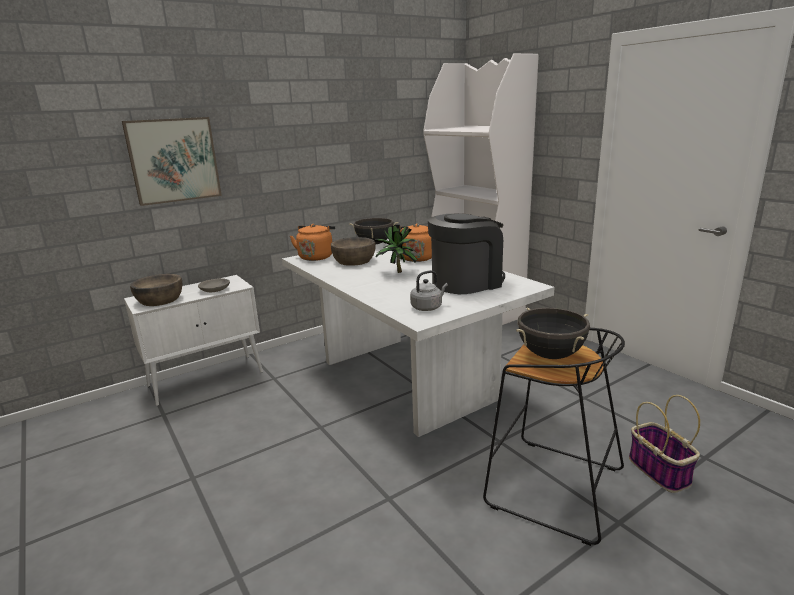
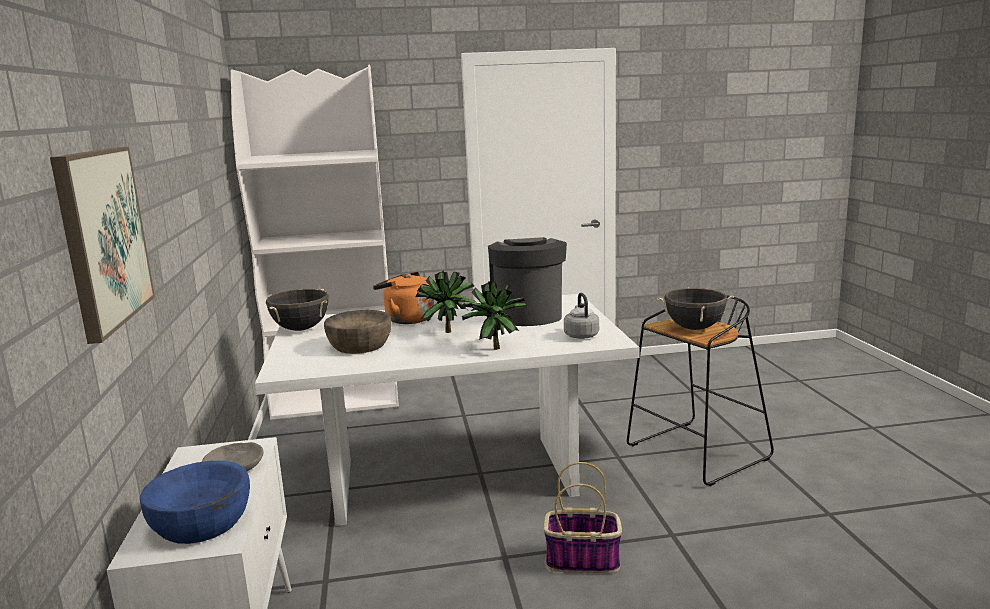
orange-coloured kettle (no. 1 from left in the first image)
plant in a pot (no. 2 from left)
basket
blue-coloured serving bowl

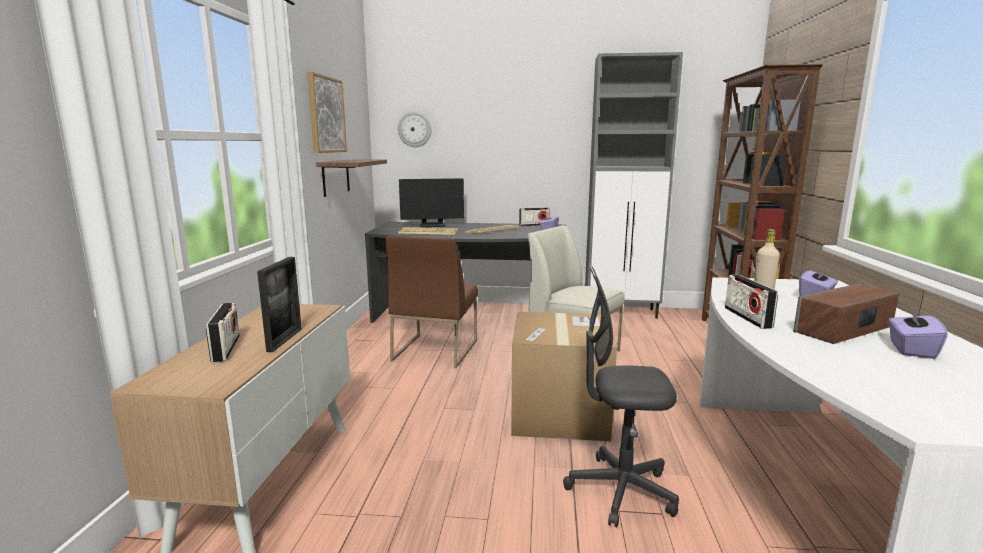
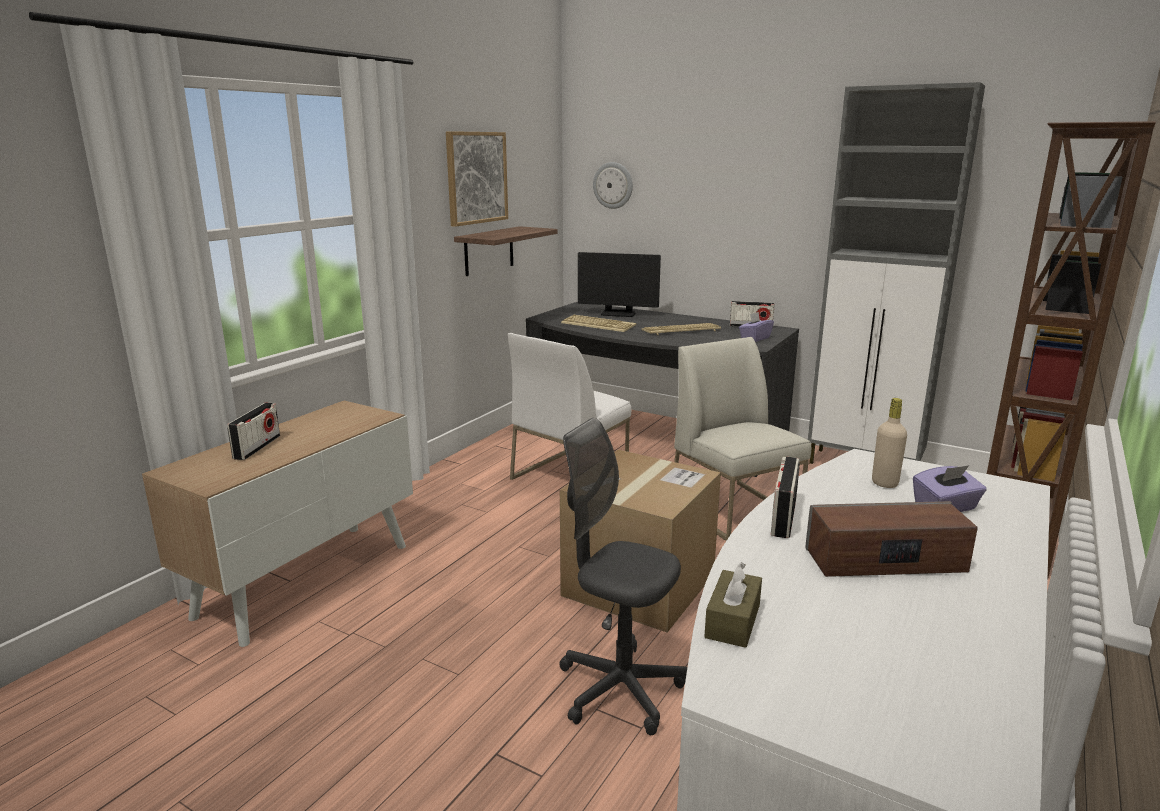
standing frame
purplish tissue box (no. 3 from left in the first image)
brown-coloured tissue box
white-coloured plain chair (no. 1 from left)

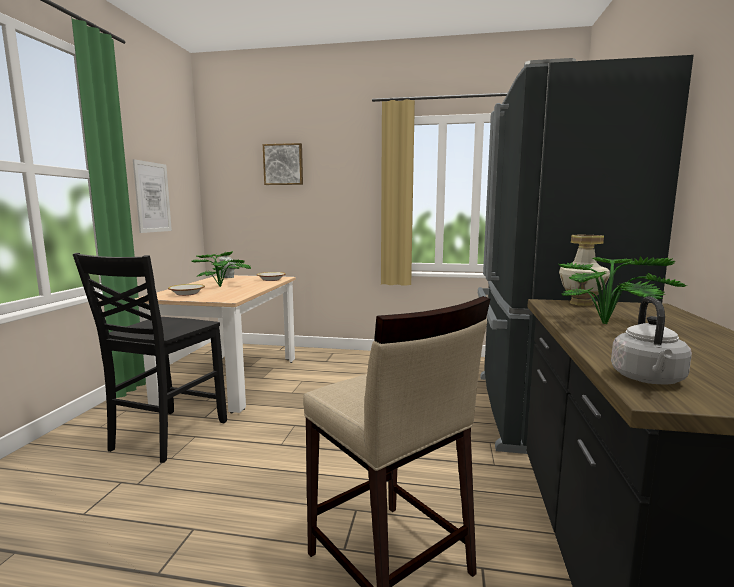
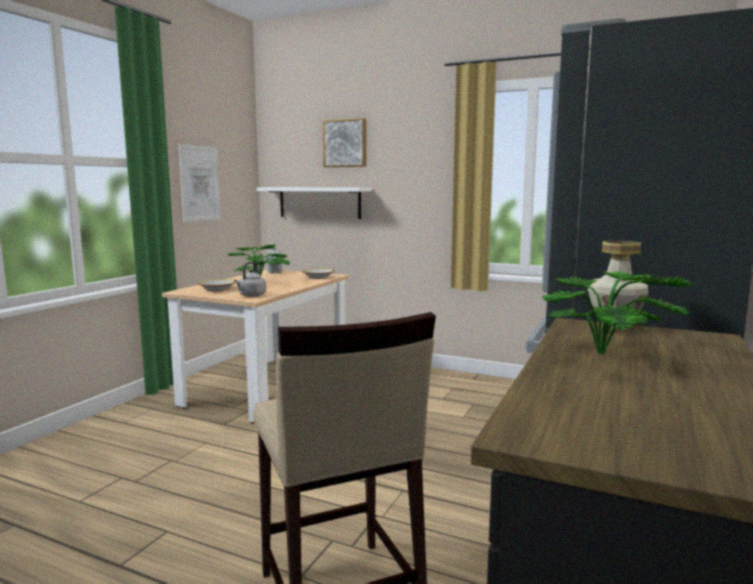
blackish plain chair
white-coloured wall shelf
gray kettle

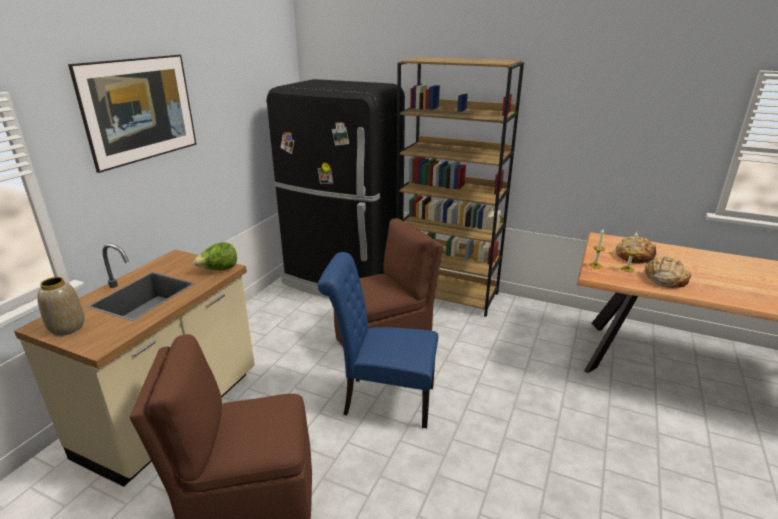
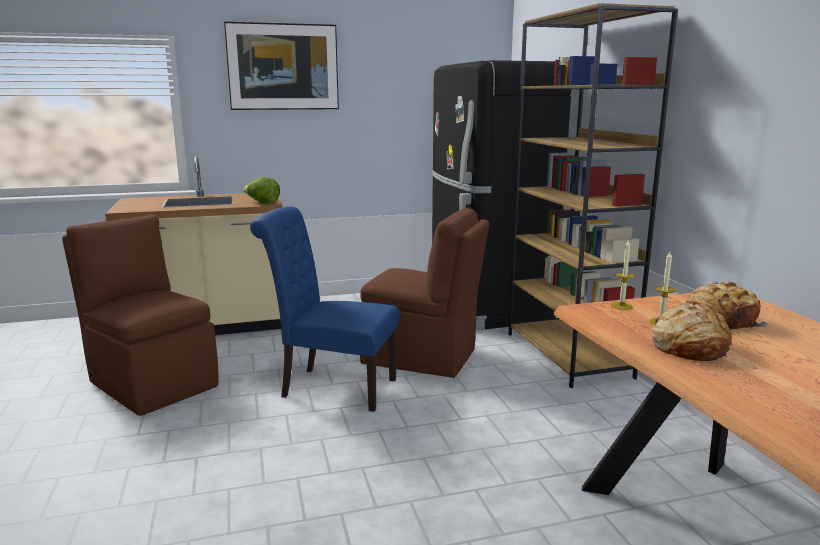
decorative vase
blue-coloured plain chair

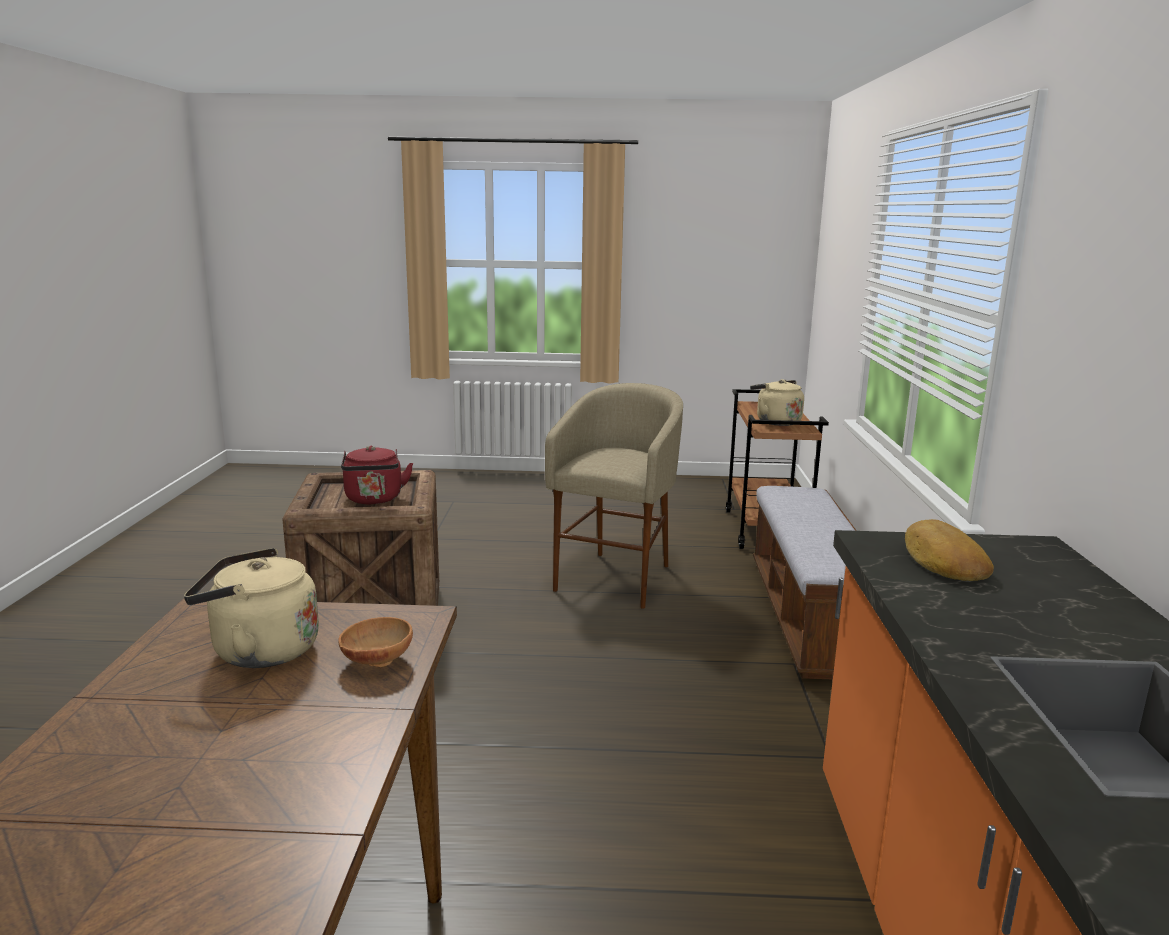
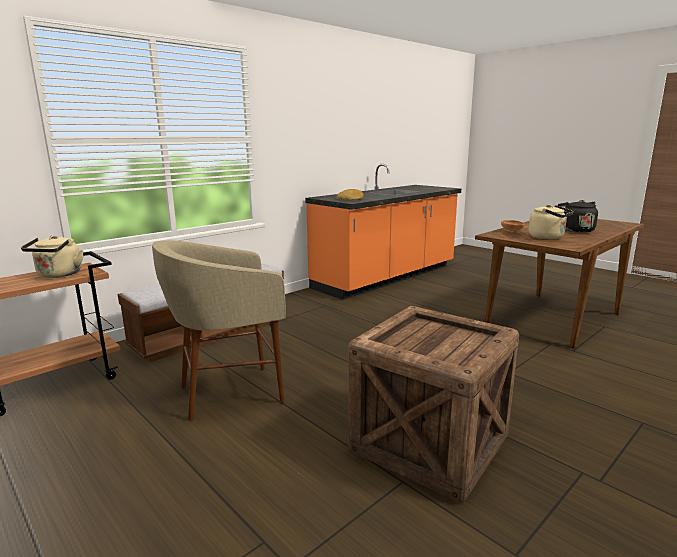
red-coloured kettle
blackish kettle

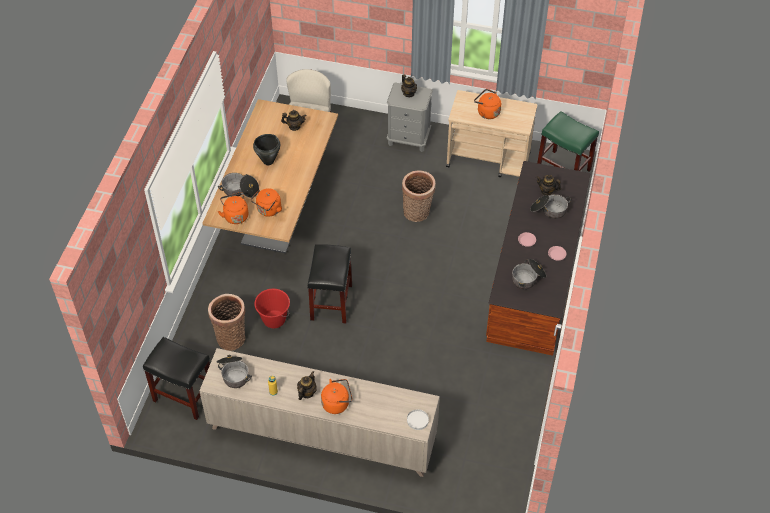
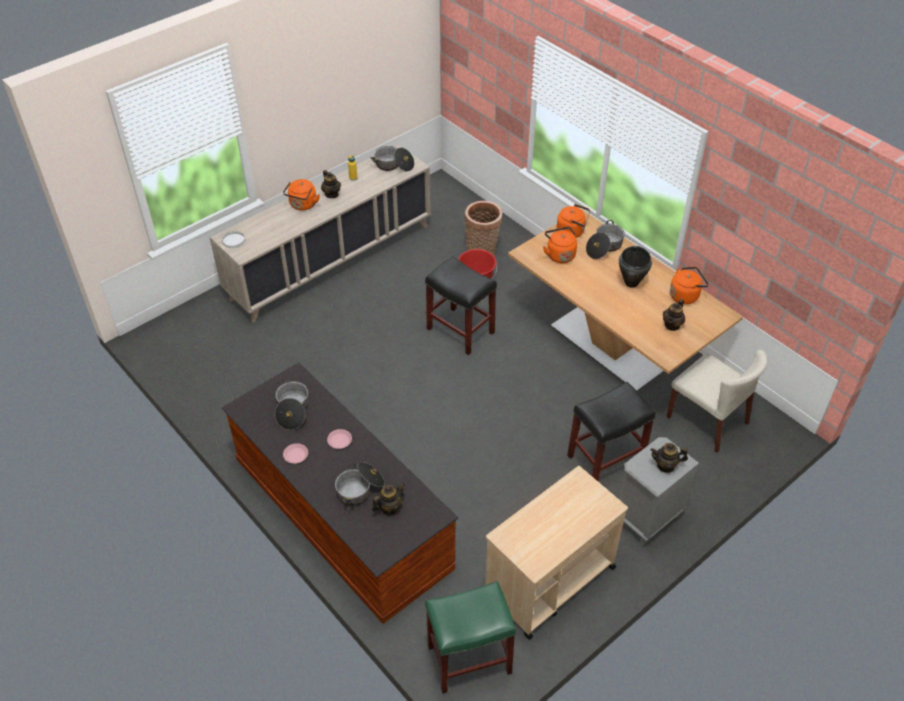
basket (no. 2 from left in the first image)
blackish stool seat (no. 2 from left)
orange-coloured kettle (no. 4 from left)

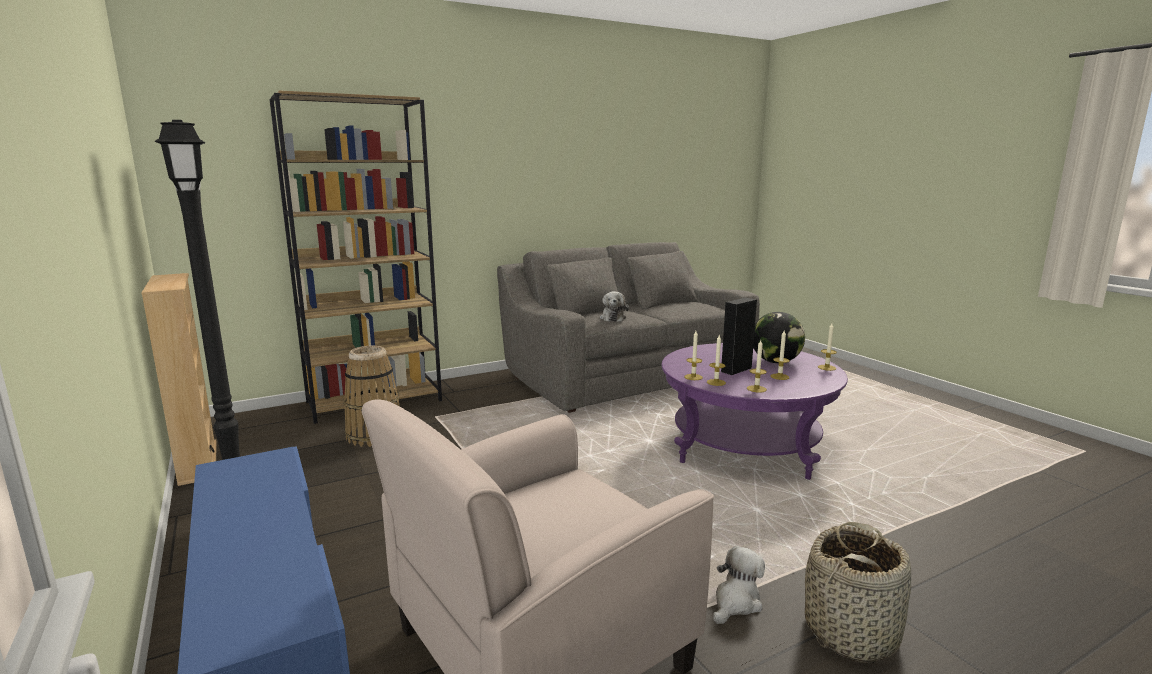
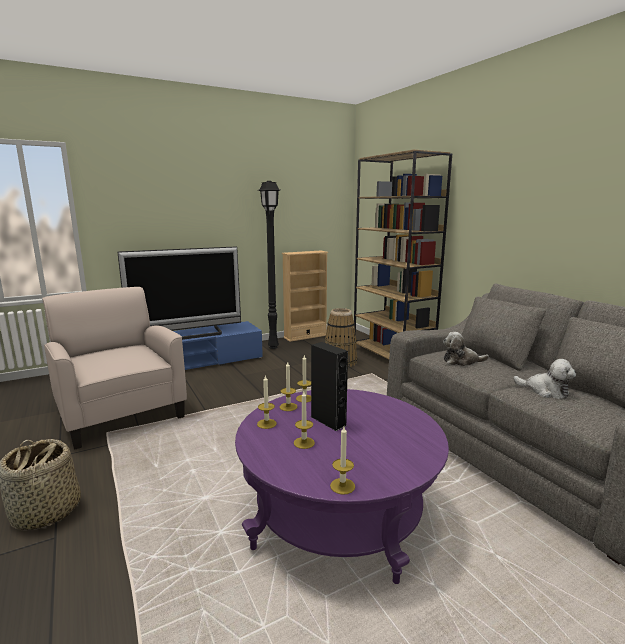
globe
television
plush toy (no. 2 from left)

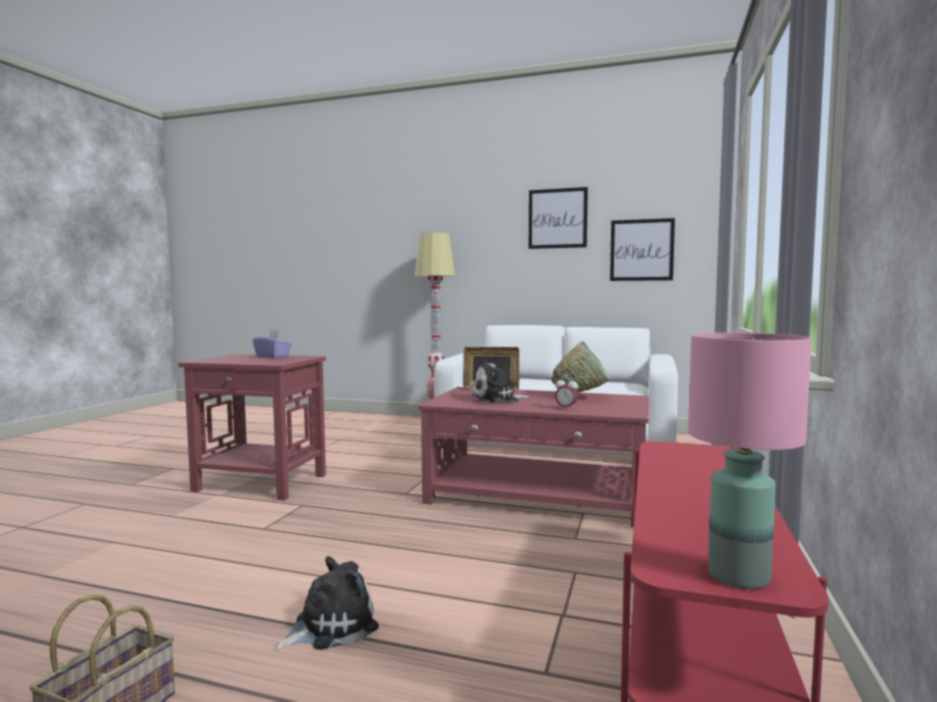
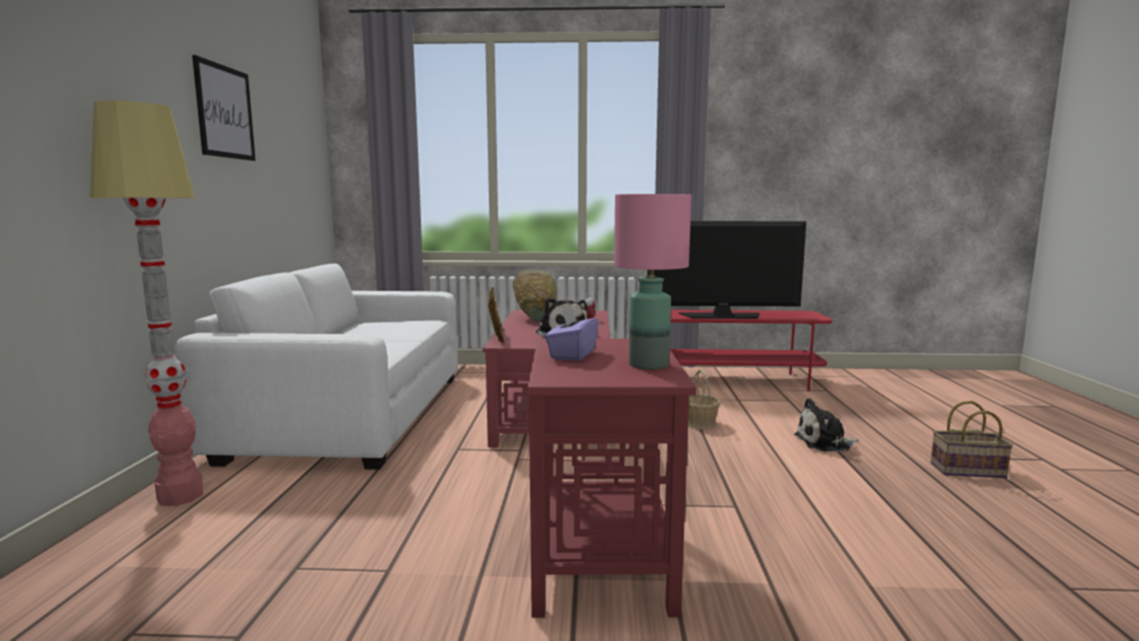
wall picture (no. 2 from left in the first image)
television
basket (no. 1 from left)
pinkish tabletop lamp
plush toy (no. 2 from left)

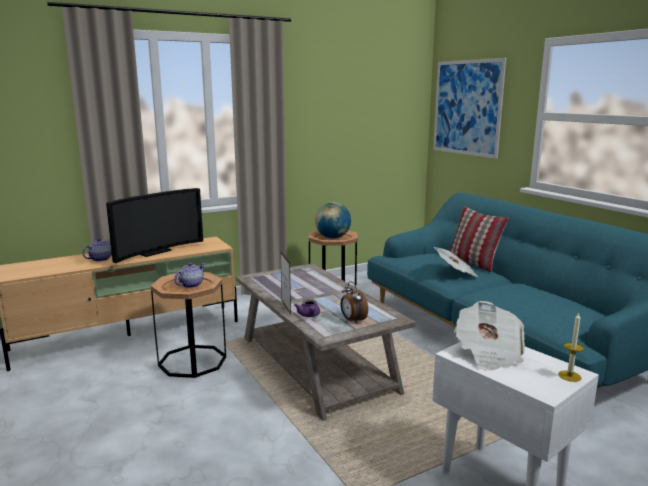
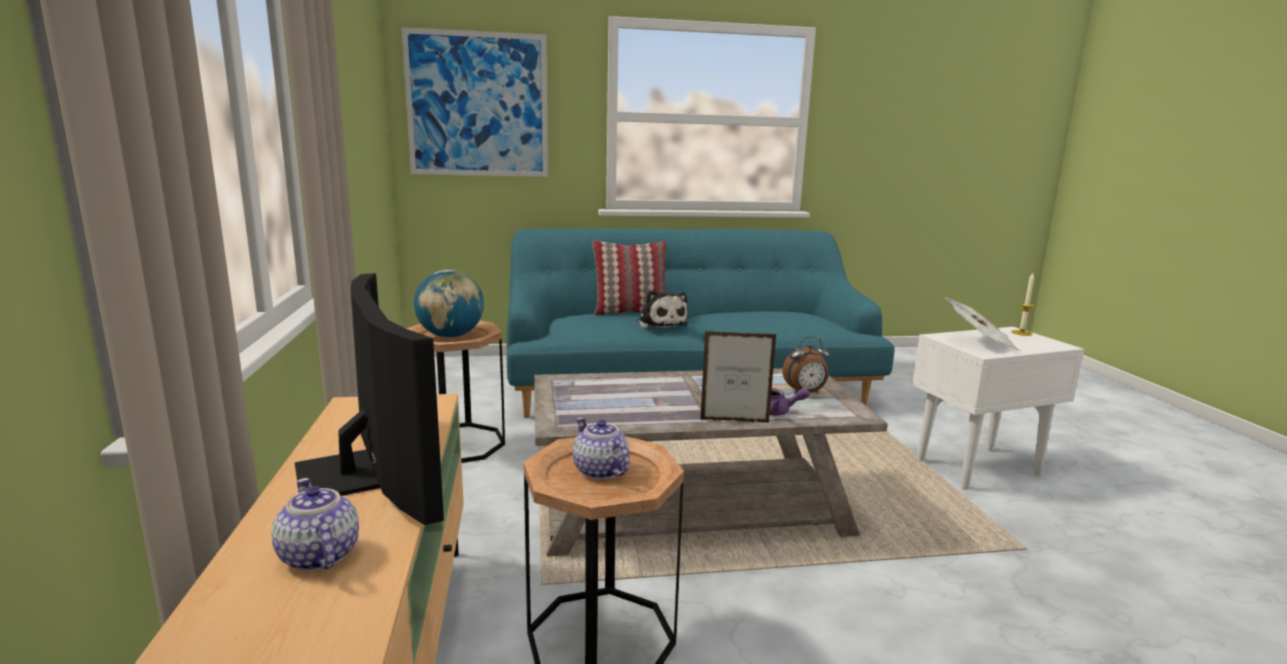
plush toy

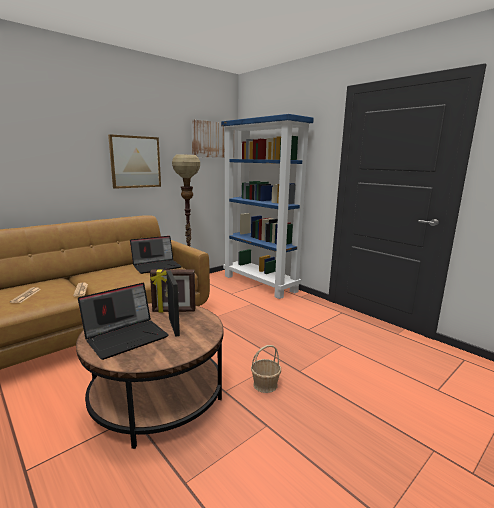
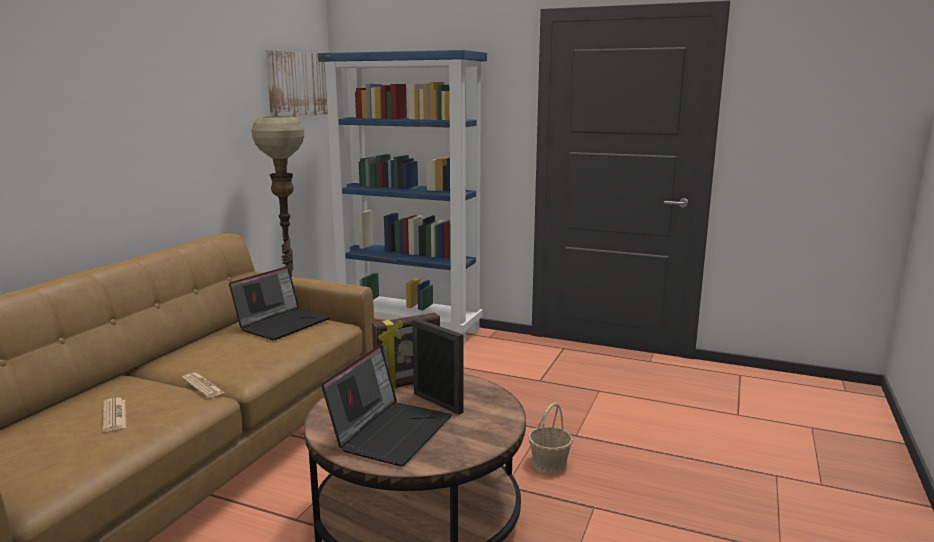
wall picture (no. 1 from left in the first image)

